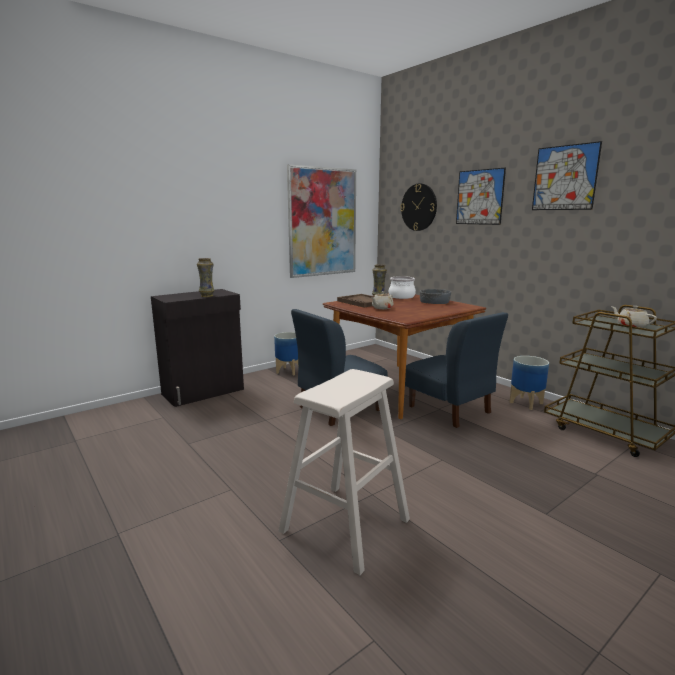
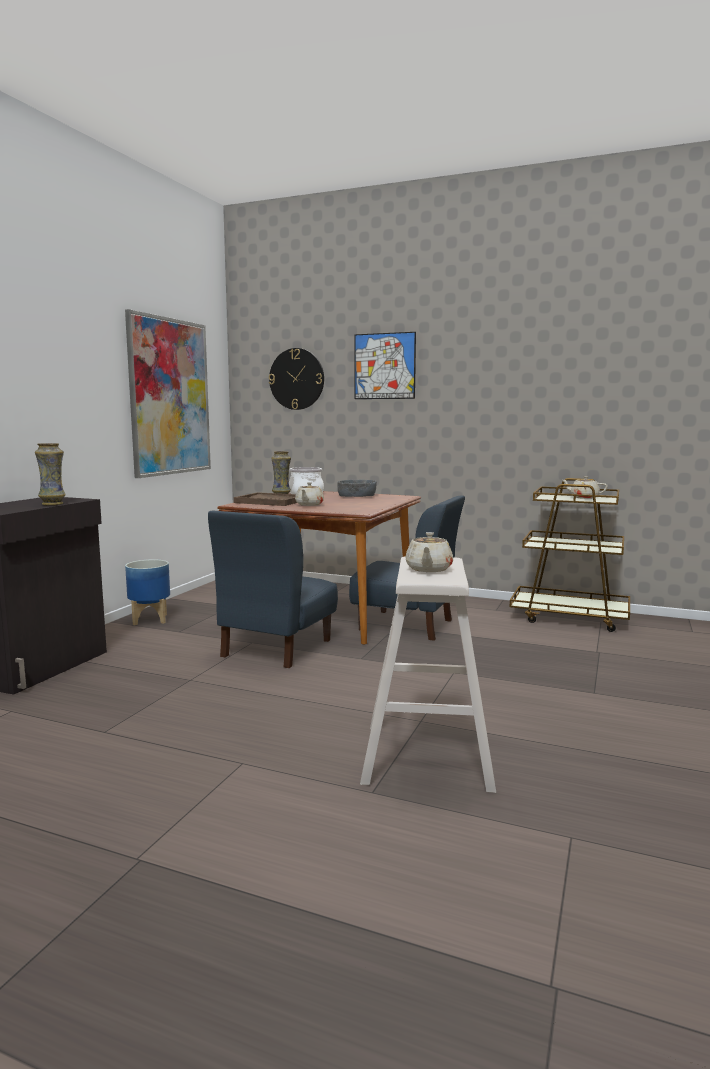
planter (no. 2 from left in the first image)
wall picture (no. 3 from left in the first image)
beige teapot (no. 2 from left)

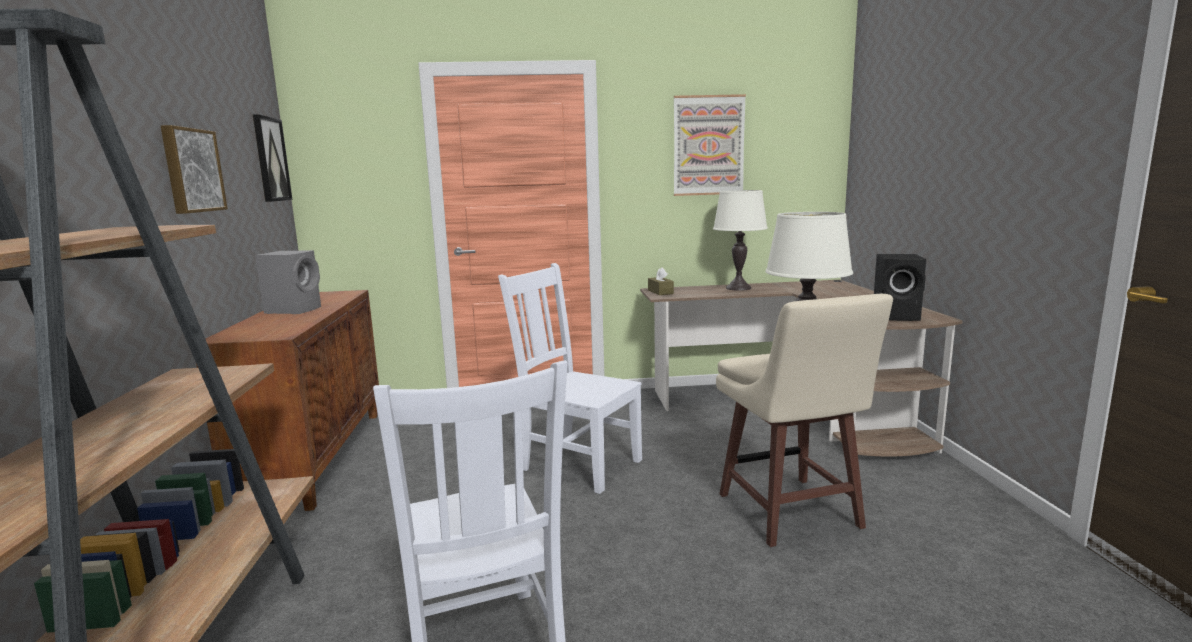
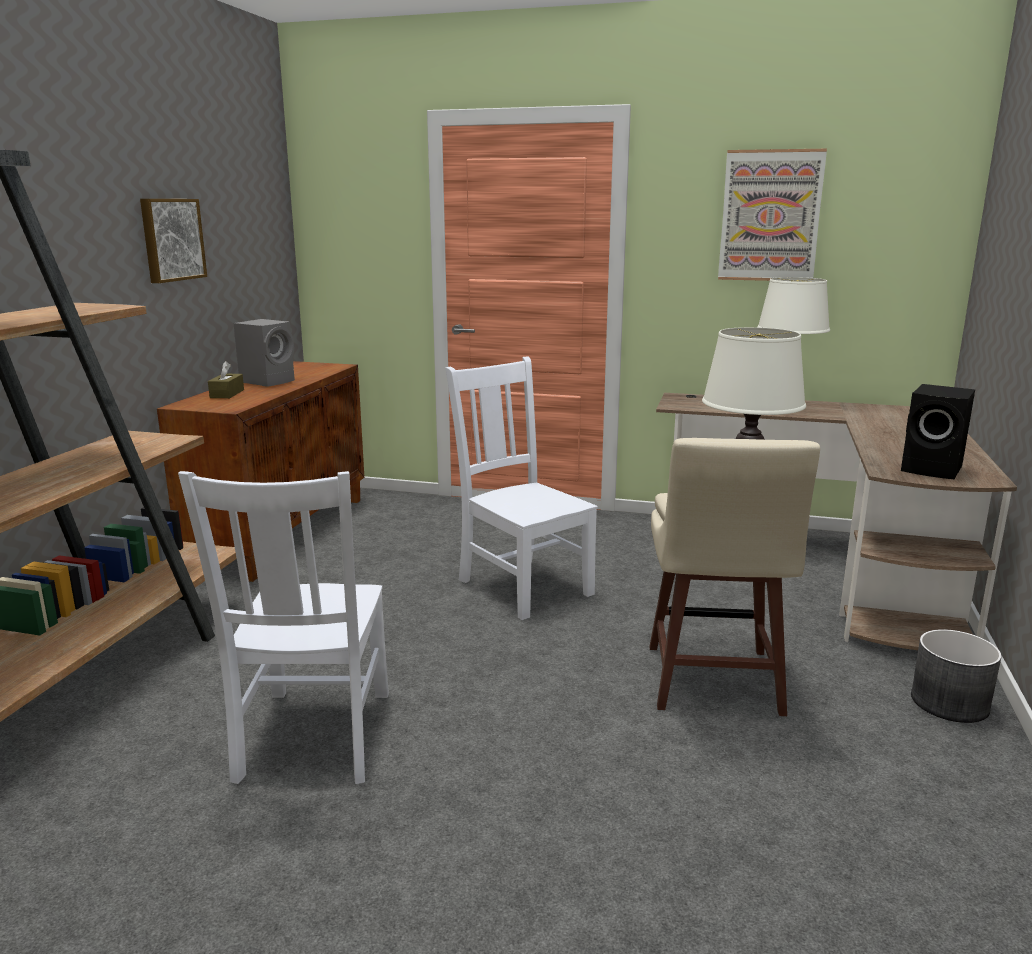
wall picture (no. 2 from left in the first image)
gray planter
brown-coloured tissue box

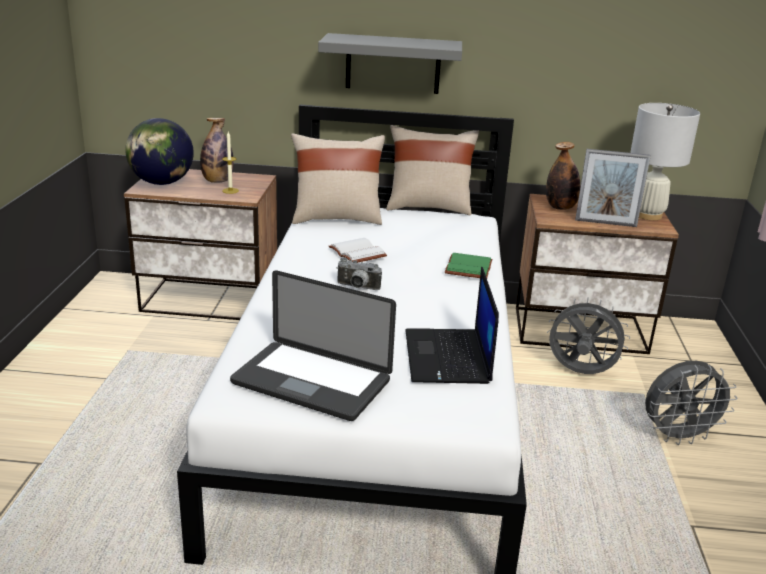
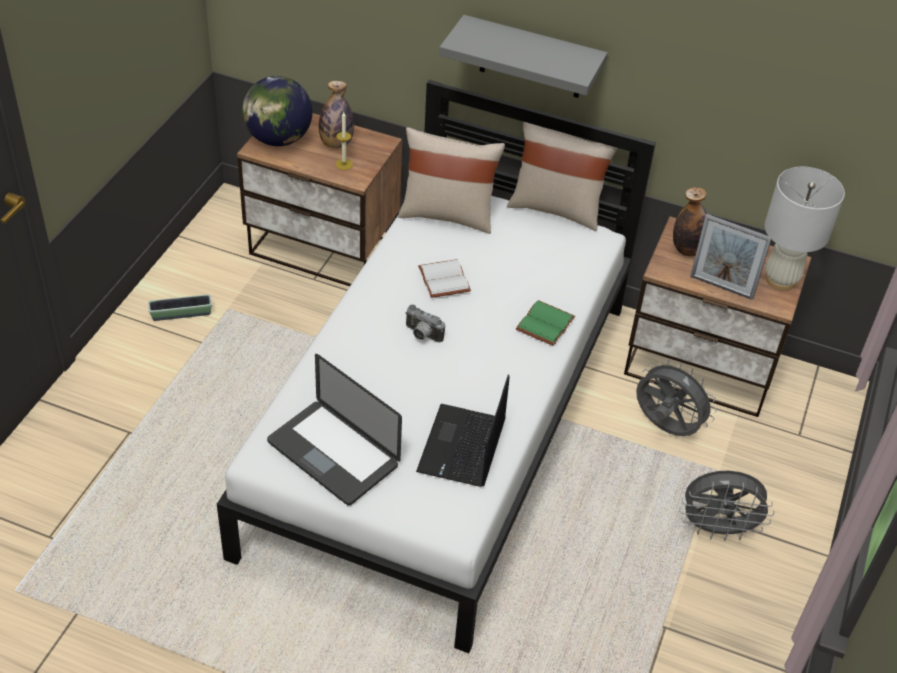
planter

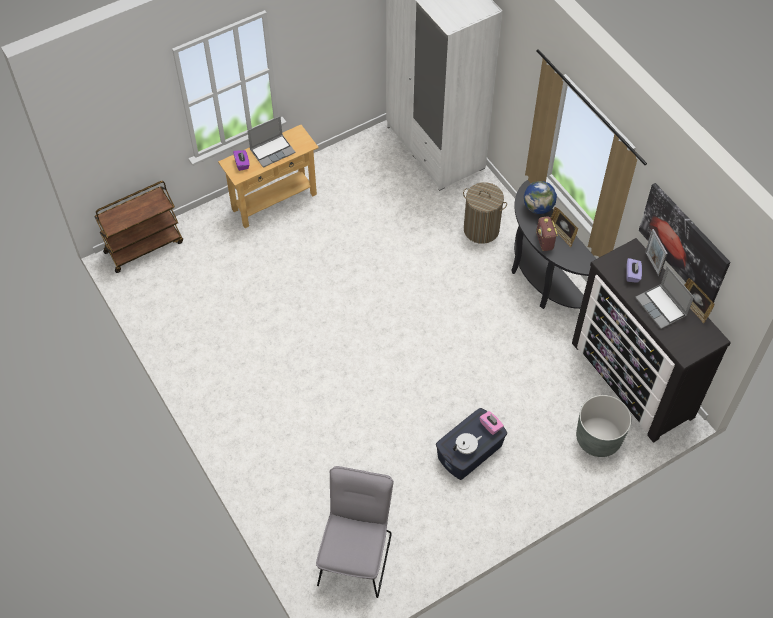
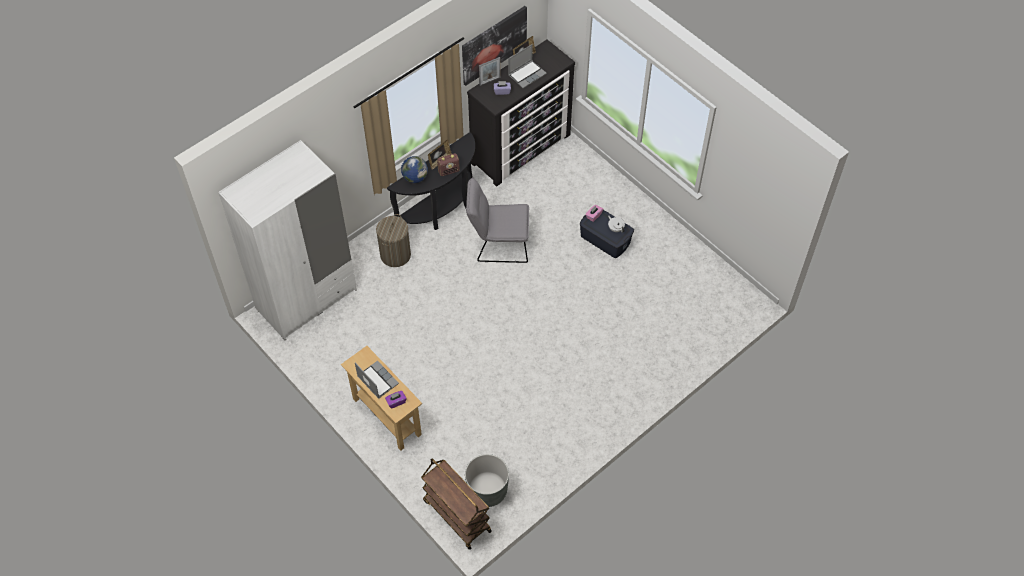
gray plain chair
gray planter

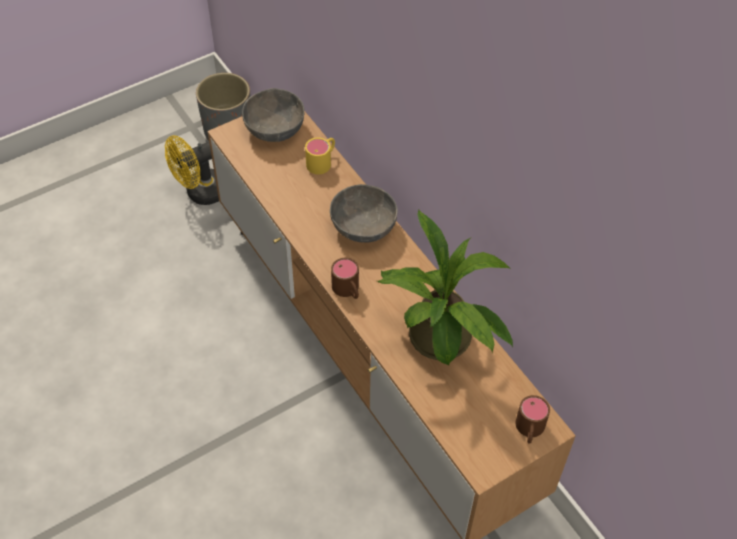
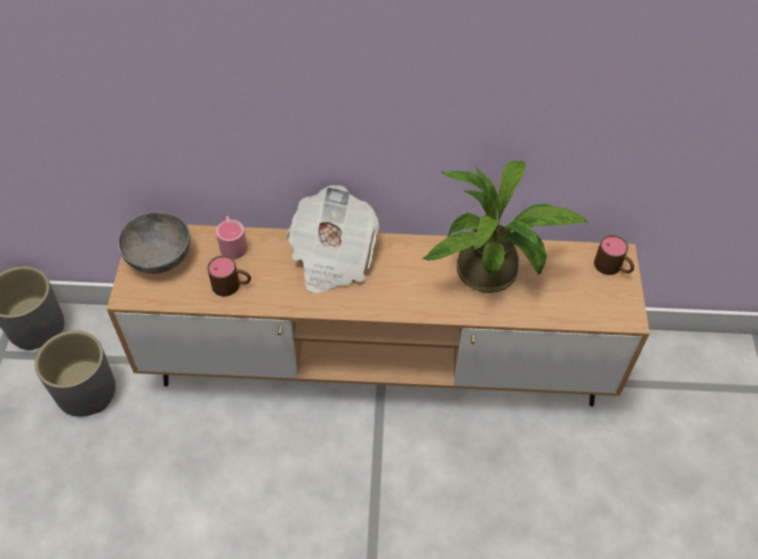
brown-coloured coffee mug (no. 1 from left)
gray planter (no. 2 from left)
daily paper
pinkish coffee mug

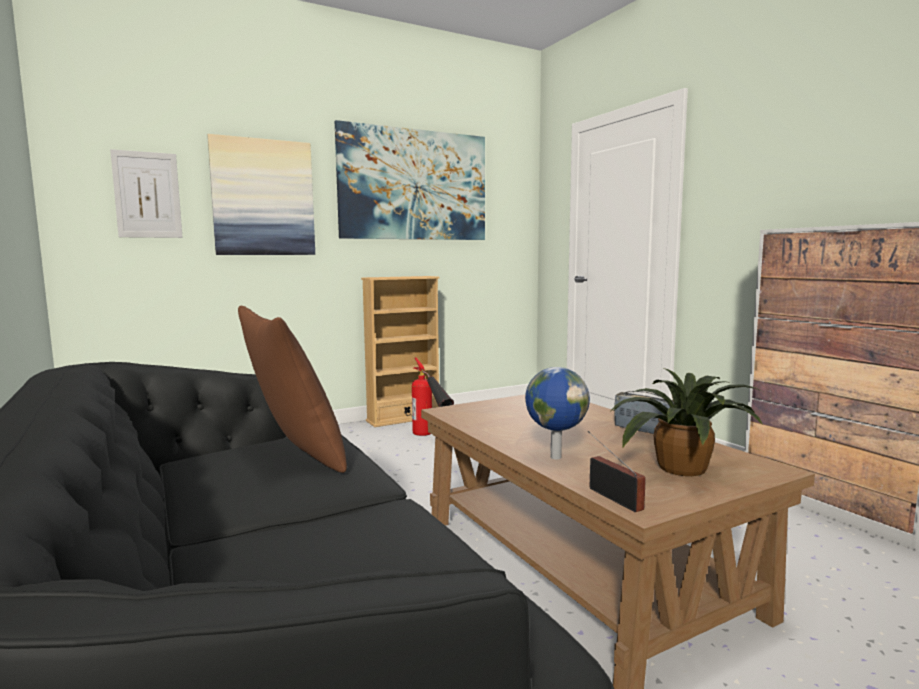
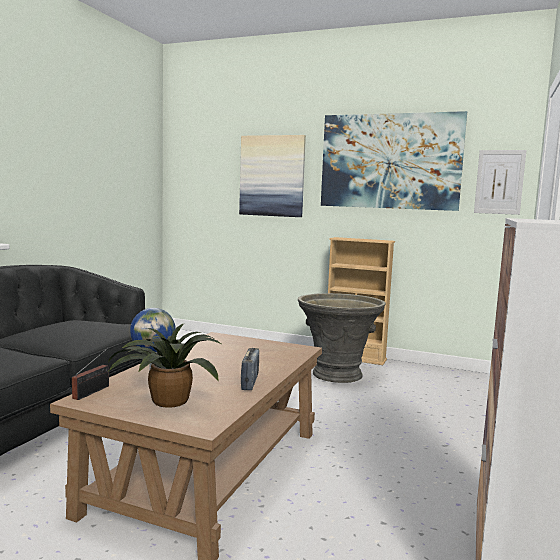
brown-coloured throw pillow
wall picture (no. 3 from left)
gray planter

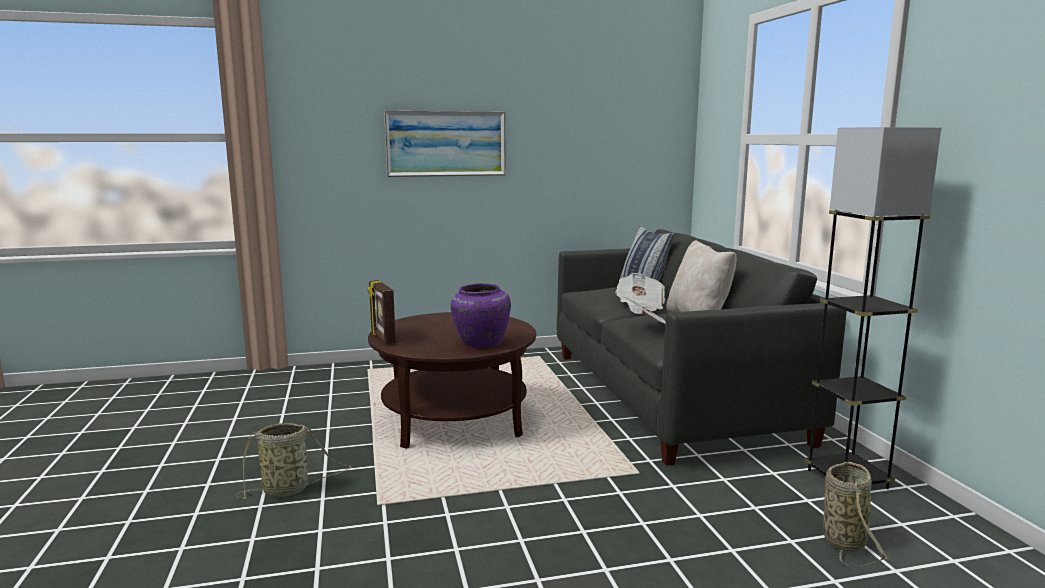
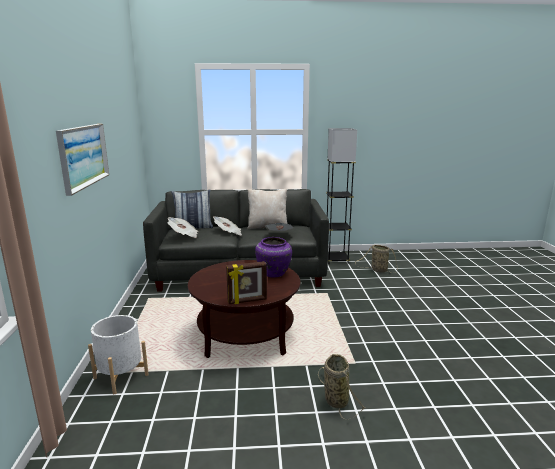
white-coloured planter
daily paper (no. 1 from left)

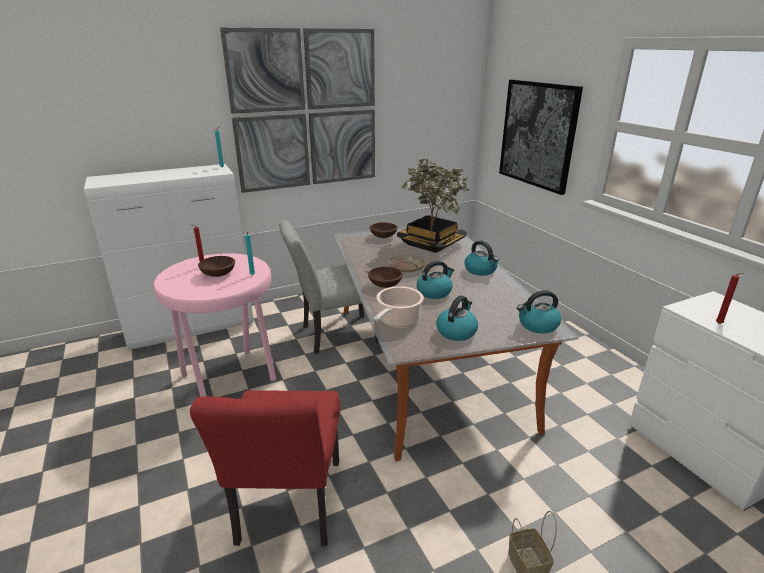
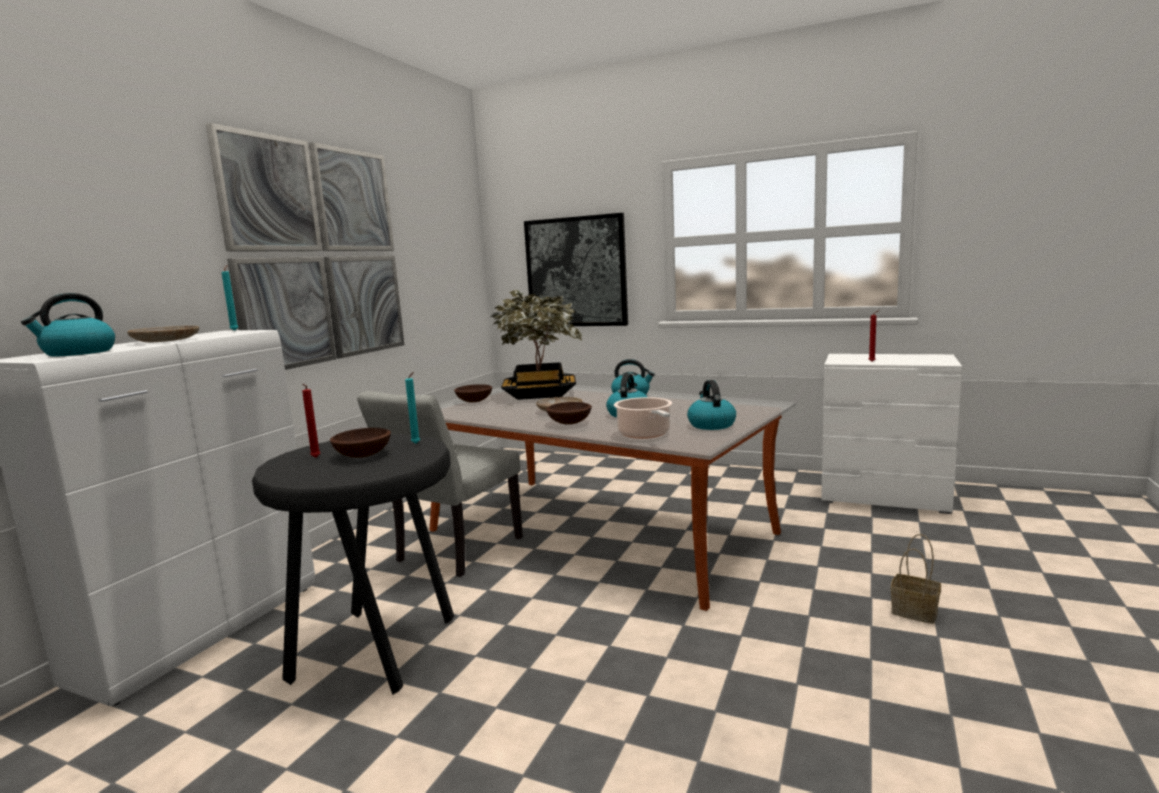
red-coloured plain chair
beige plate (no. 1 from left)
kettle (no. 1 from left)
blackish stool seat

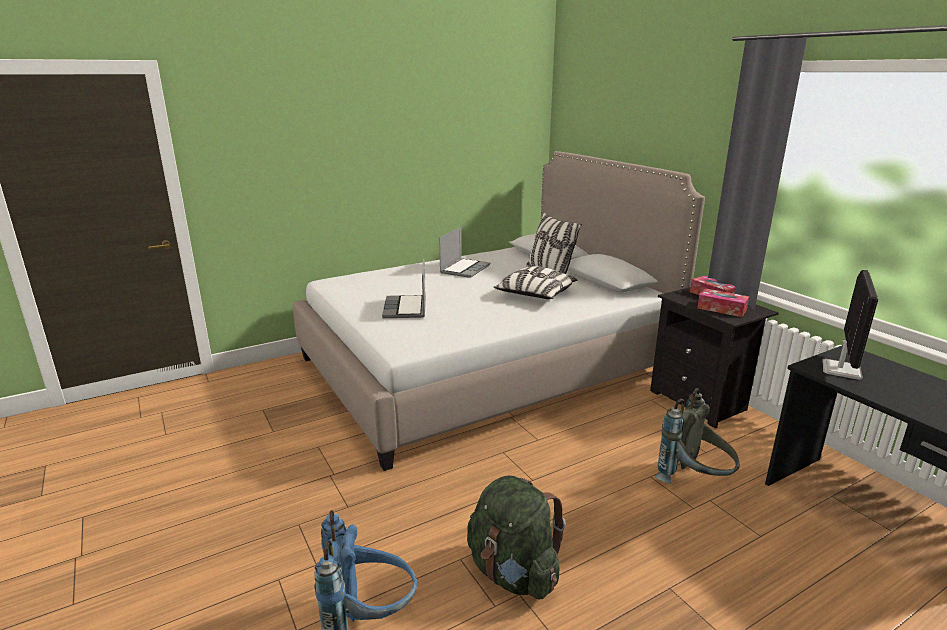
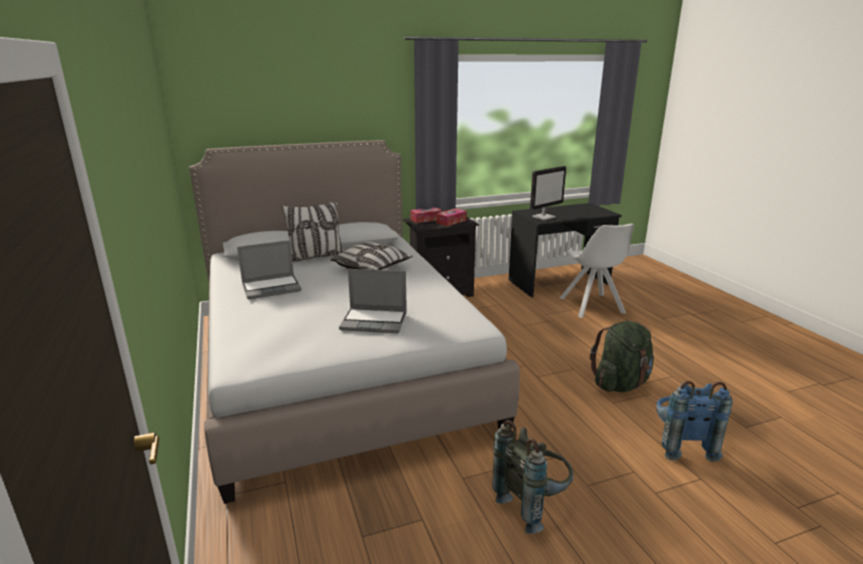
white-coloured plain chair
gray rucksack
laptop (no. 1 from left)
computer screen

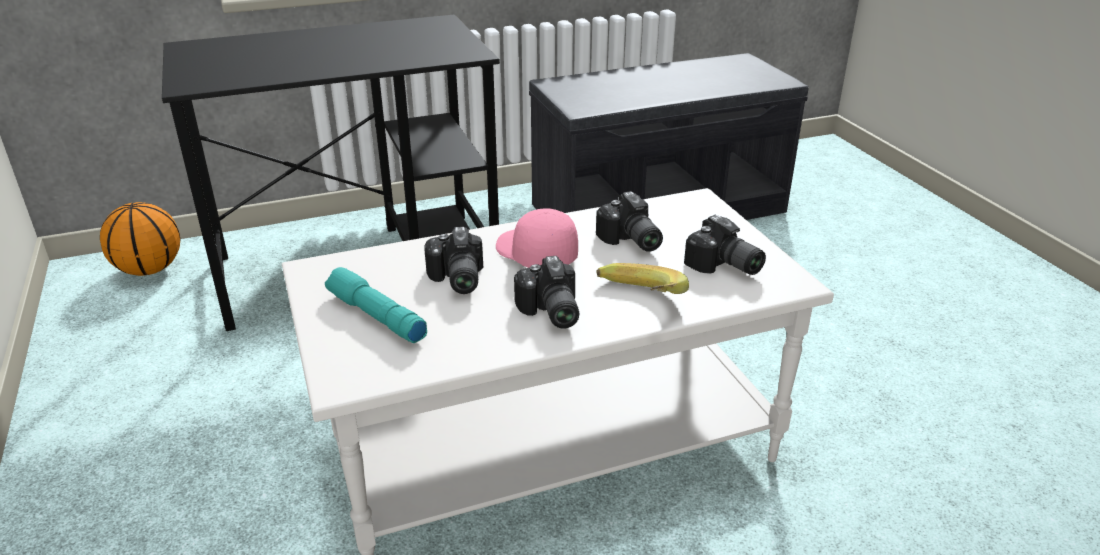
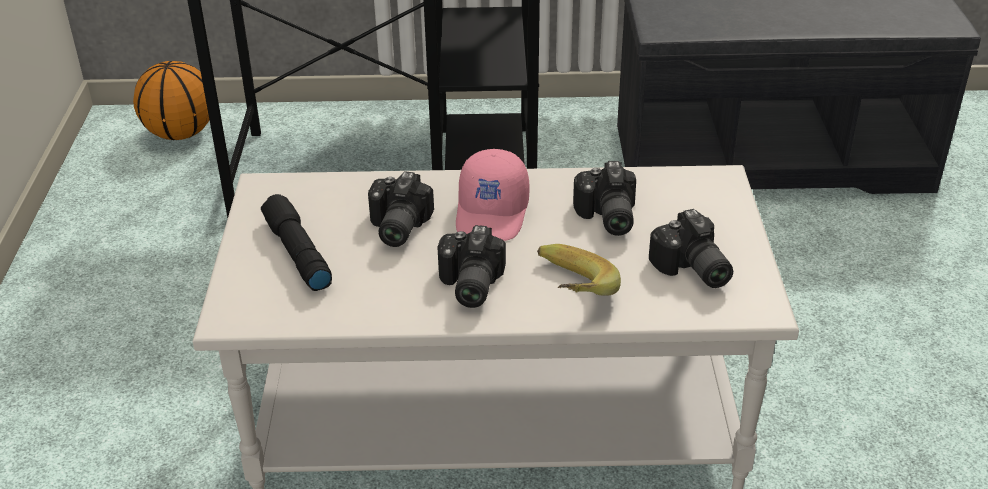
blackish flashlight
pinkish baseball cap

